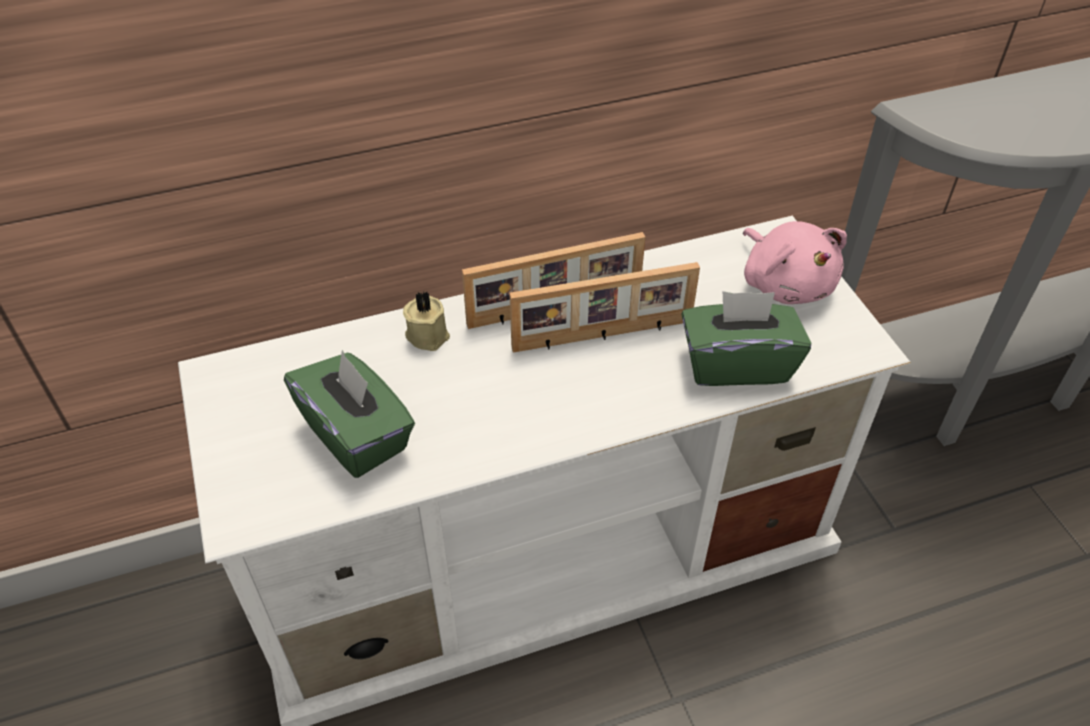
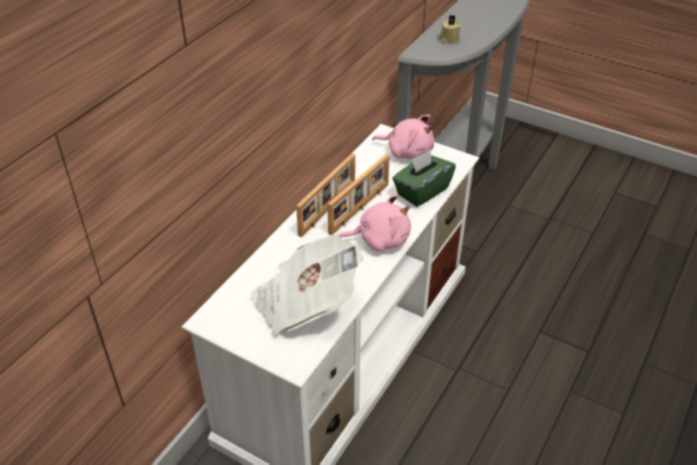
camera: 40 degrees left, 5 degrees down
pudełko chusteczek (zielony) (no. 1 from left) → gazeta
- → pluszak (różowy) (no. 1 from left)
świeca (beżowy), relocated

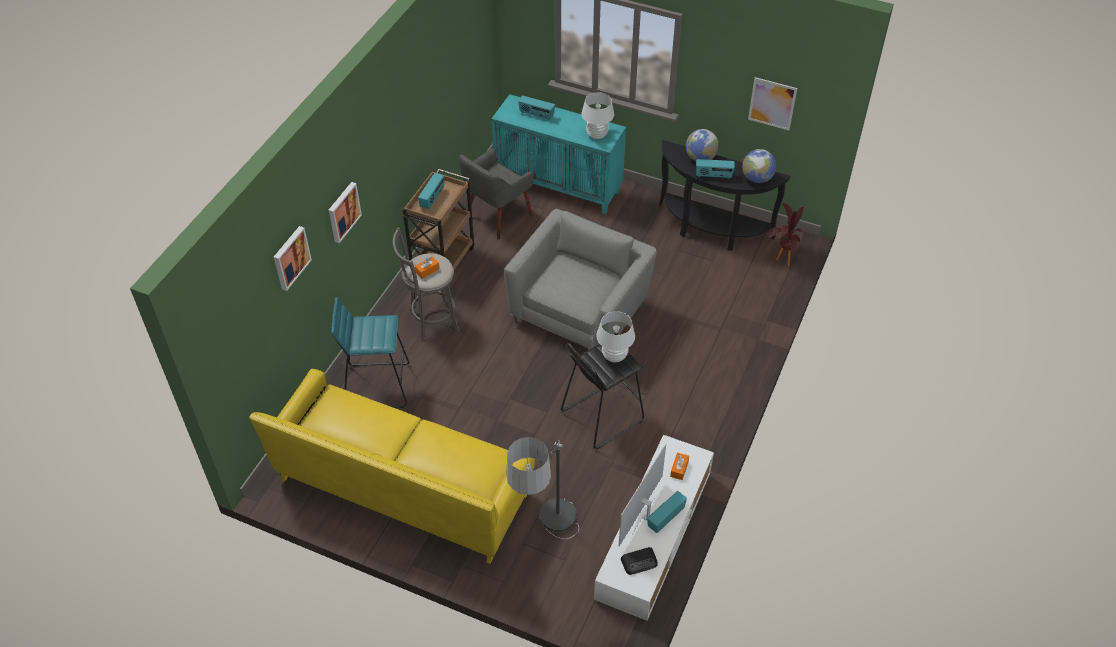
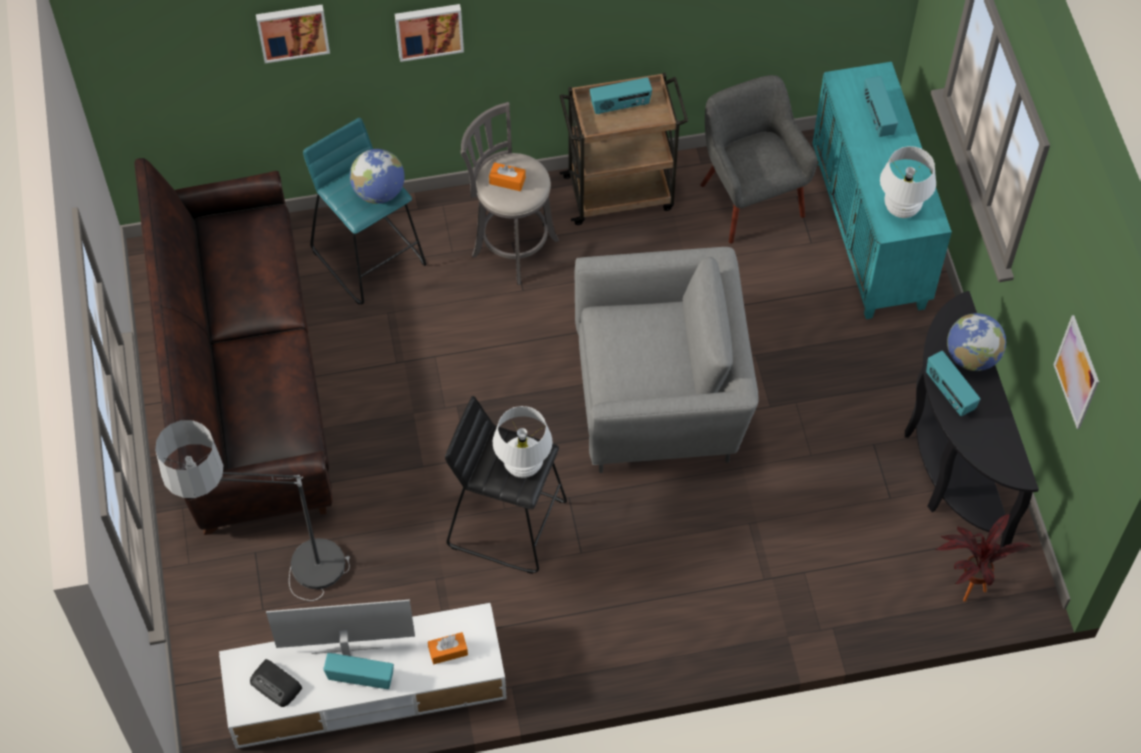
camera: 55 degrees right, 10 degrees up
kanapa (żółty) → kanapa (brązowy)
globus (no. 2 from left in the first image) → globus (no. 1 from left), relocated
fotel (szary) (no. 1 from left in the first image) → fotel (szary) (no. 2 from left), 60 degrees clockwise

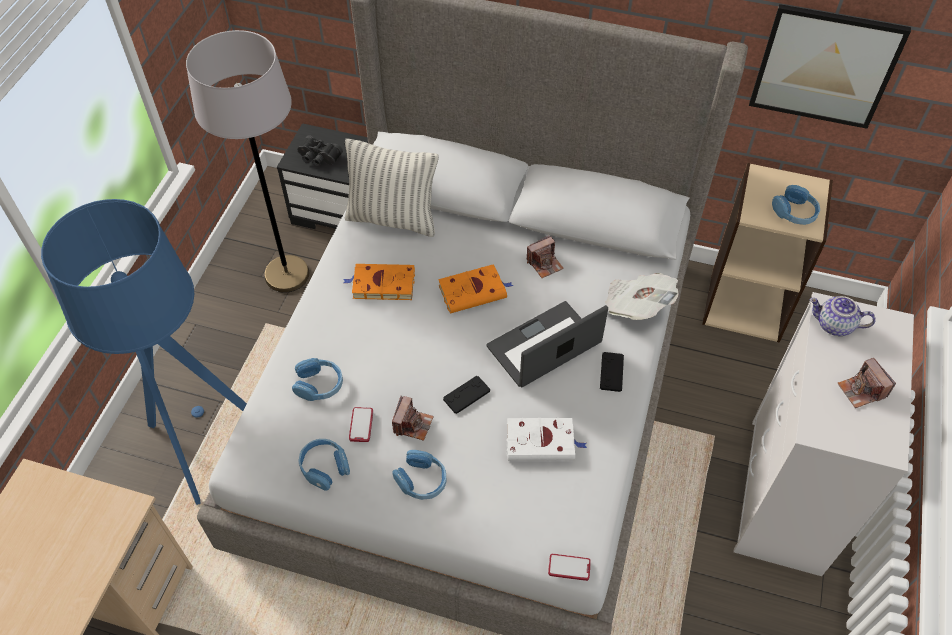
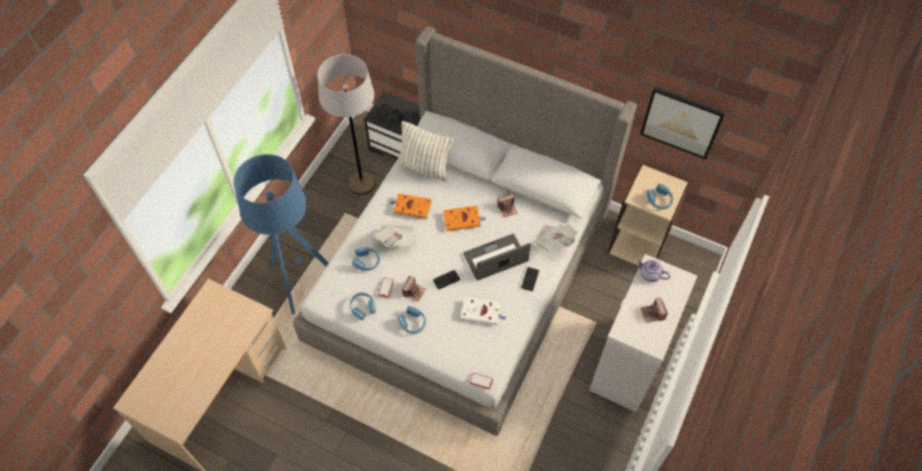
camera: 10 degrees right, 5 degrees up
- → gazeta (no. 1 from left)

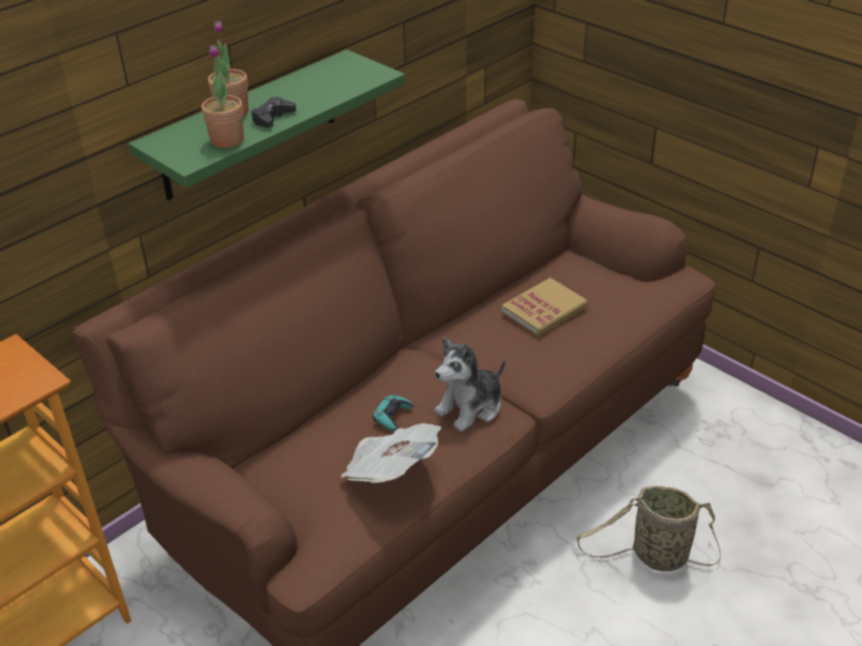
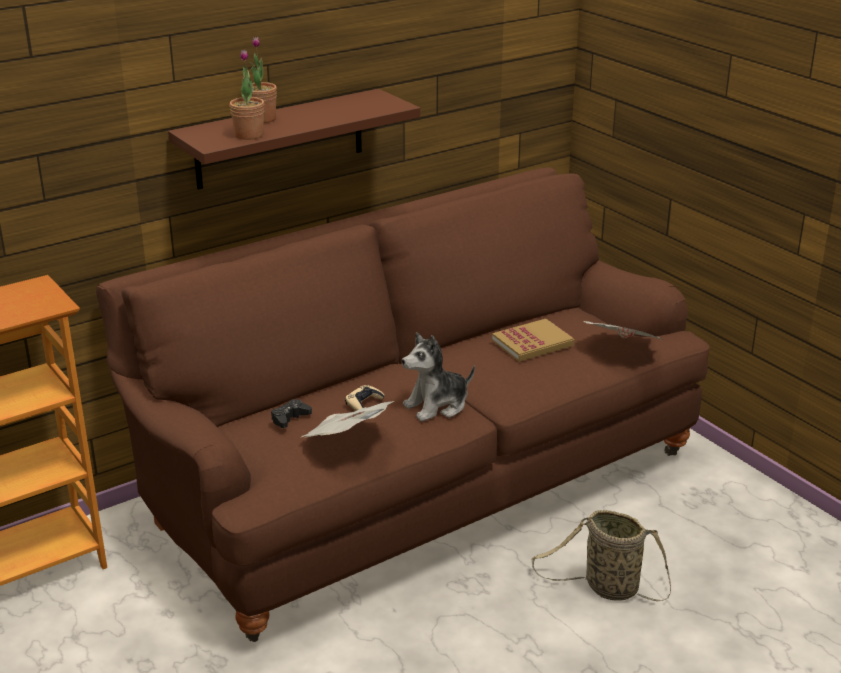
camera: 10 degrees right, 10 degrees down
półka (zielony) → półka (brązowy)
pad do gier (czarny), relocated
pad do gier (turkusowy) → pad do gier (beżowy)
- → gazeta (no. 2 from left)

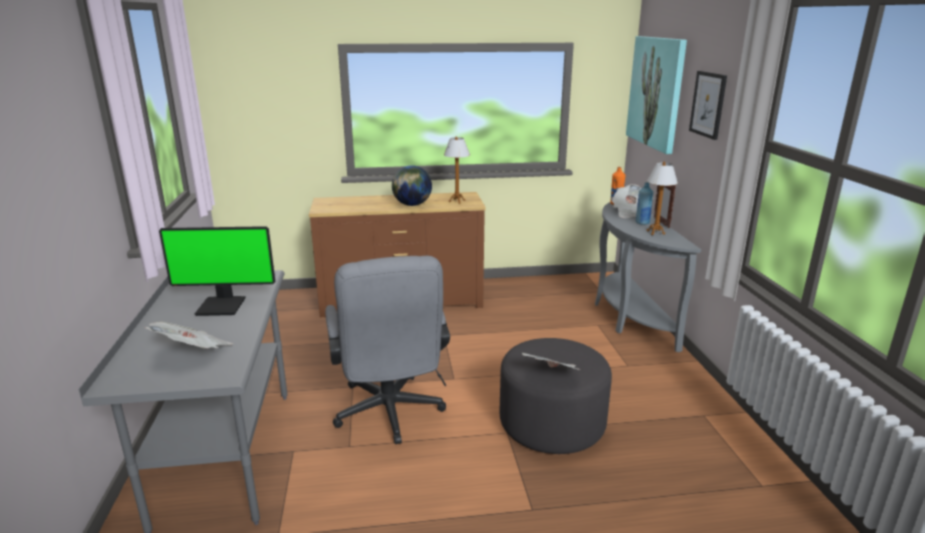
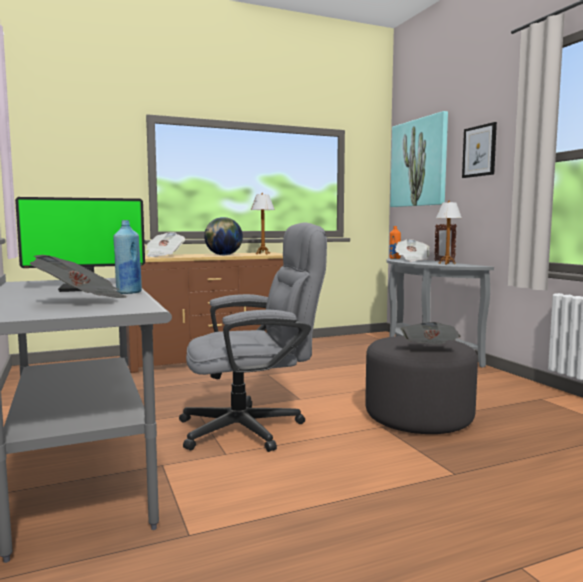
camera: 15 degrees left, 15 degrees down
butelka (niebieski), relocated
- → gazeta (no. 2 from left)
krzesło biurowe (szary), 75 degrees counterclockwise

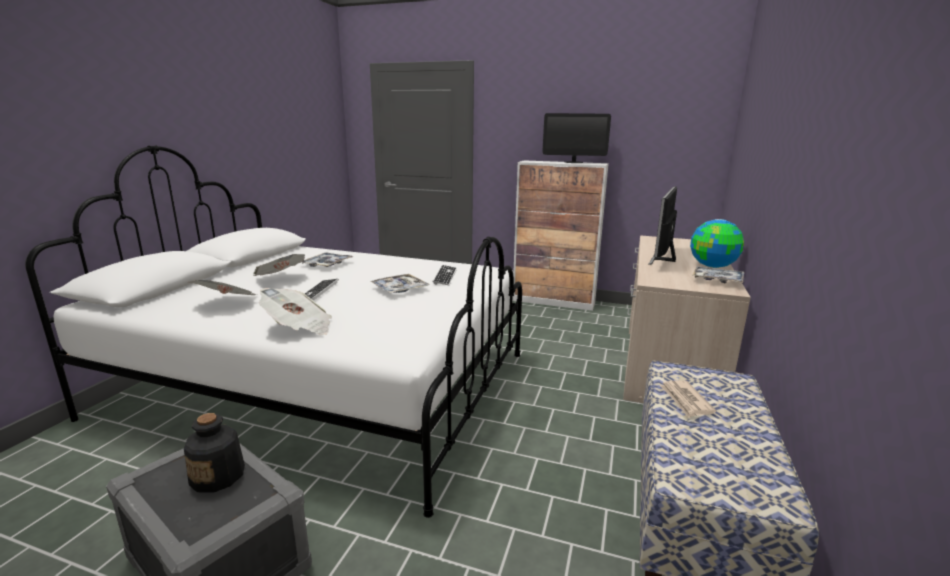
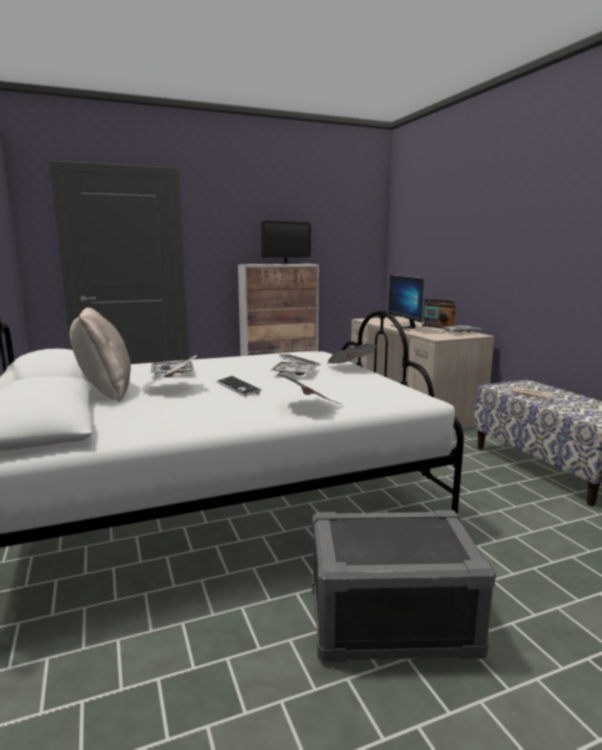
camera: 40 degrees left, 5 degrees down
- → poduszka (beżowy)
gazeta (no. 1 from left in the first image) → gazeta (no. 3 from left), relocated
globus → radio
butelka → -

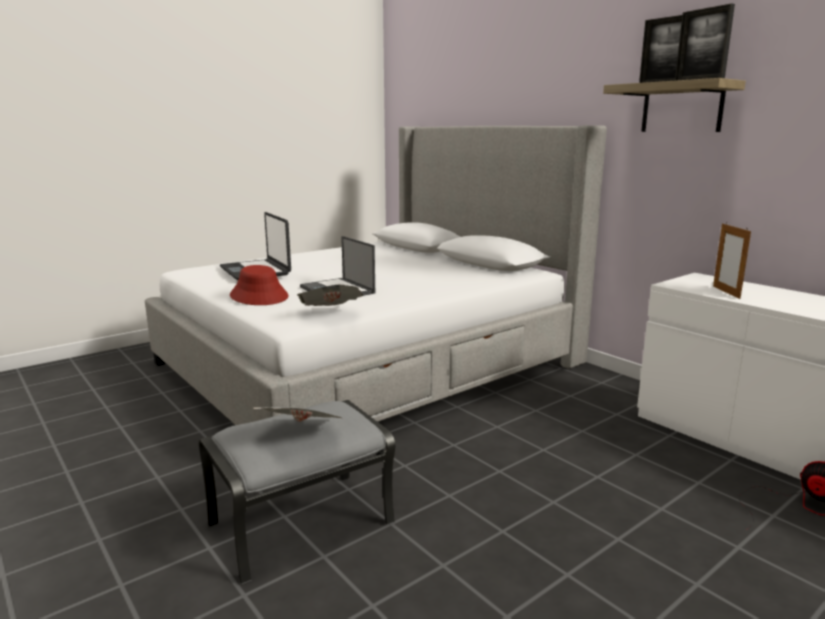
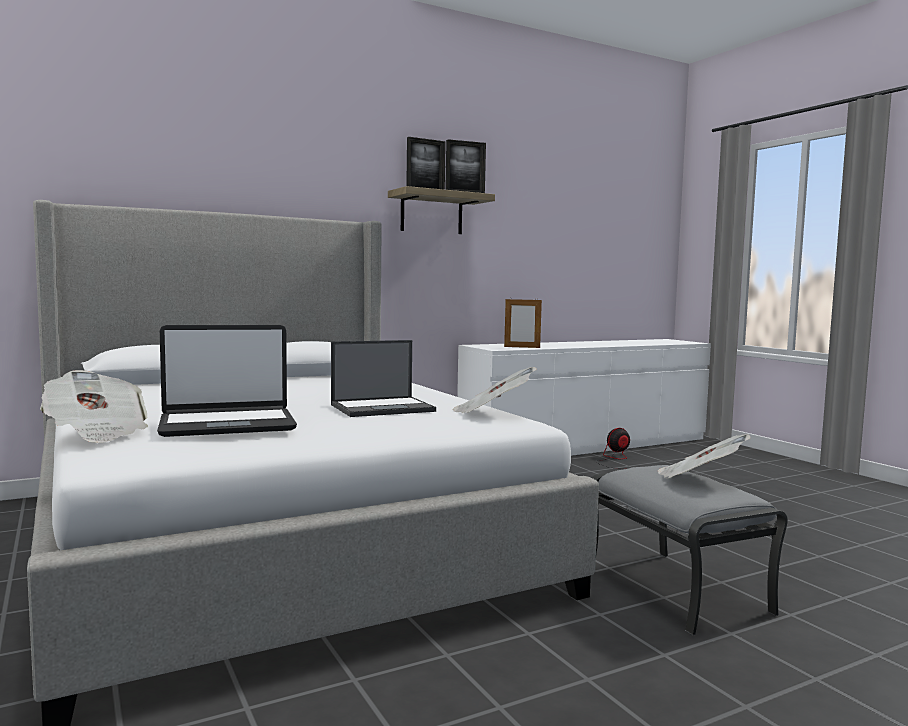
camera: 80 degrees left, 10 degrees down
- → gazeta (no. 1 from left)
kapelusz (czerwony) → -

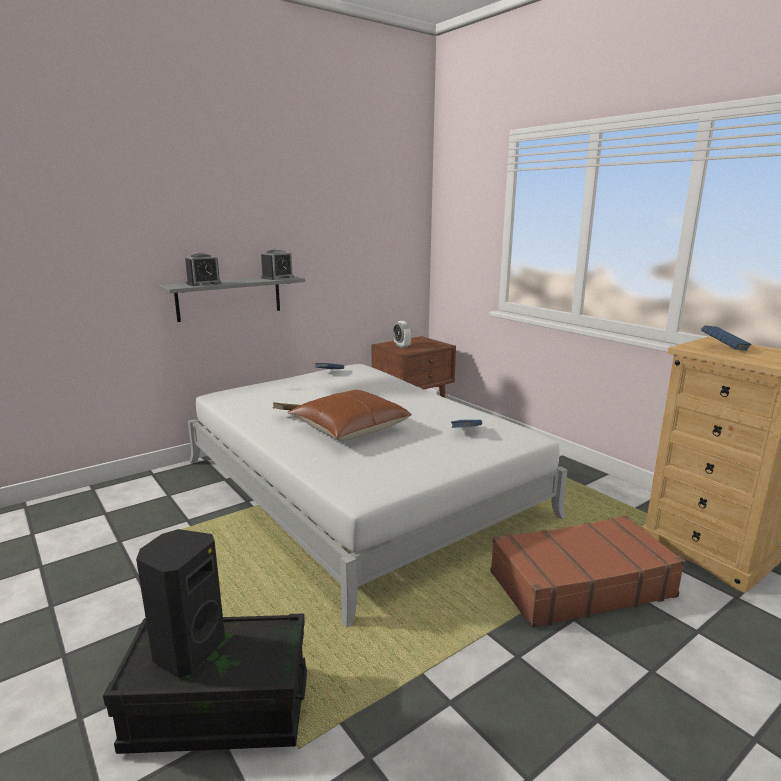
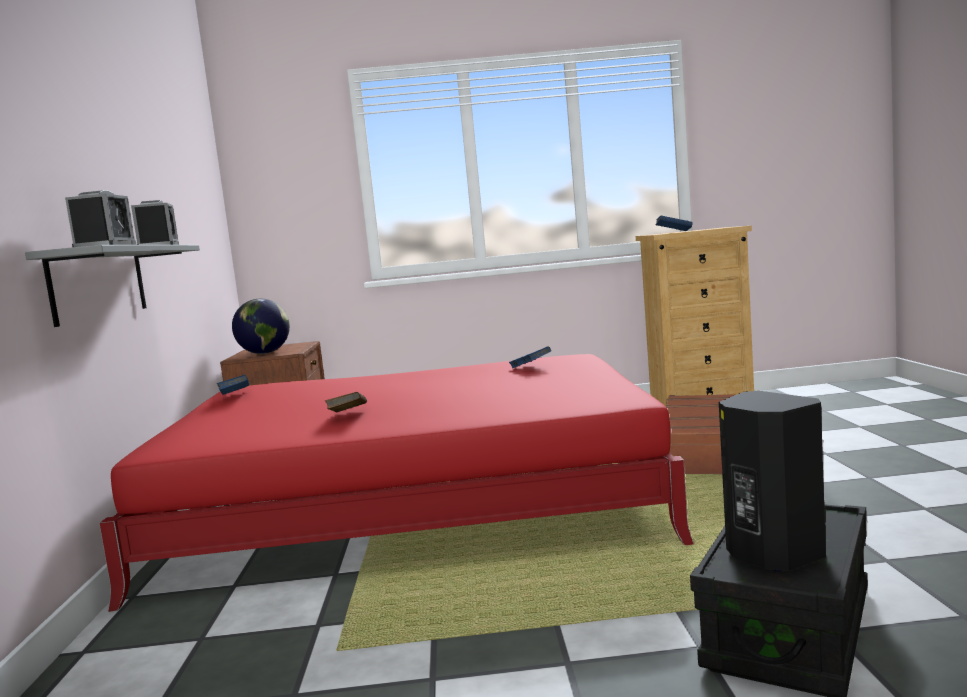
camera: 55 degrees left, 10 degrees down
łóżko (biały) → łóżko (czerwony)
budzik (no. 3 from left) → globus
poduszka (brązowy) → -

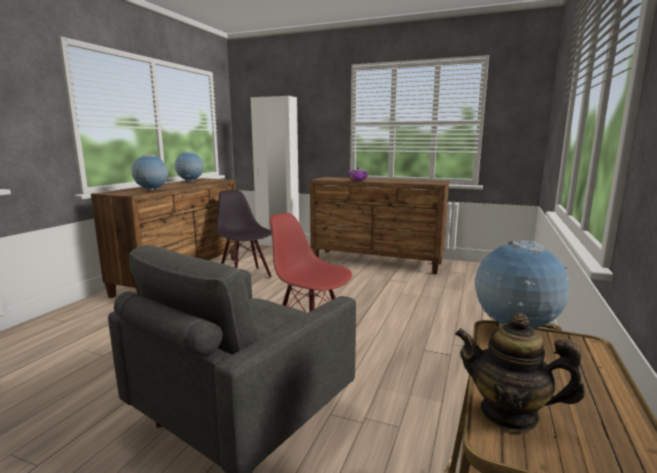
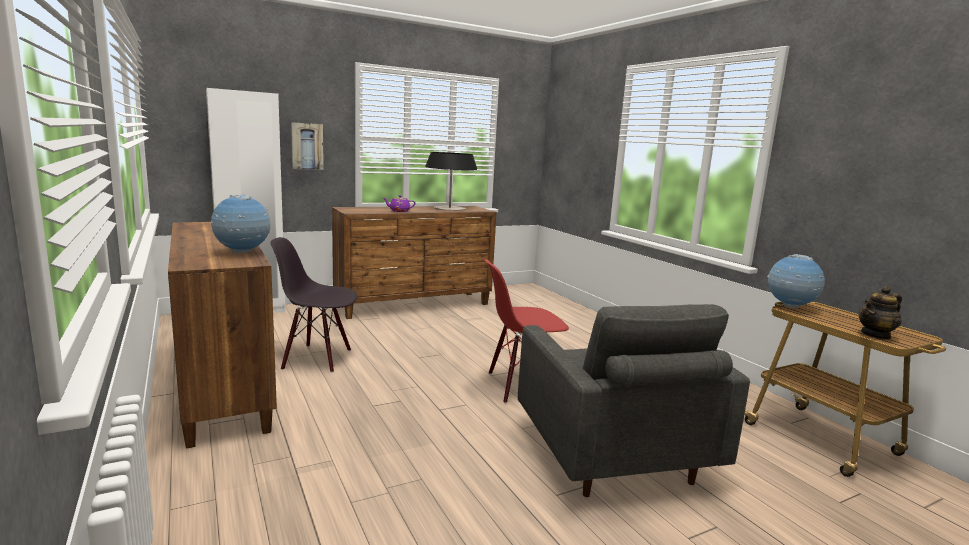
camera: 50 degrees left, 0 degrees up
- → obraz
- → lampa stołowa
globus (no. 2 from left) → -

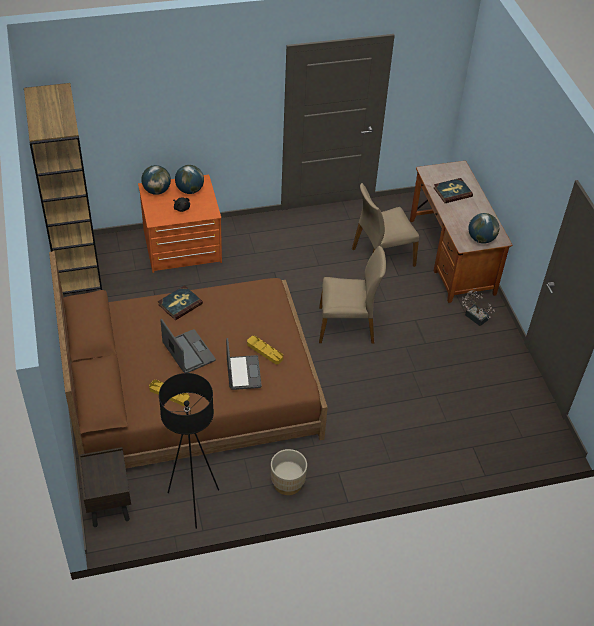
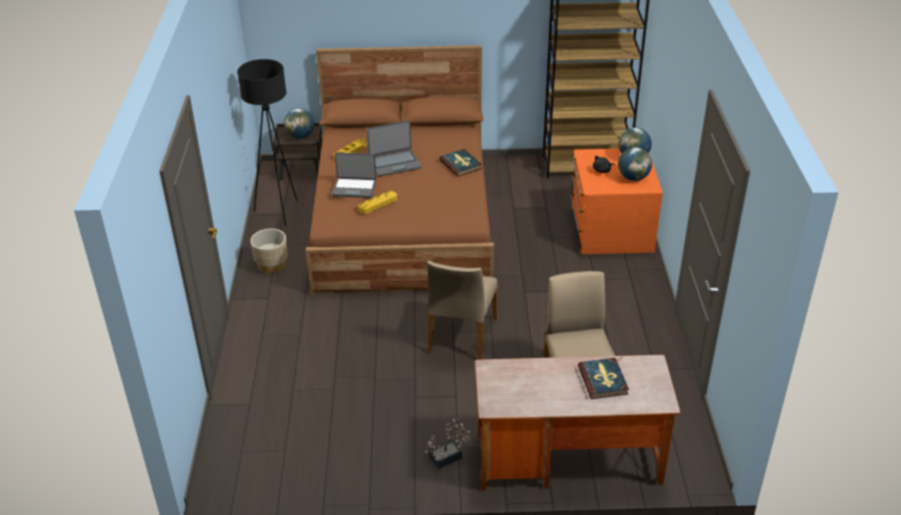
camera: 105 degrees right, 10 degrees down
globus (no. 3 from left in the first image) → globus (no. 1 from left), relocated

